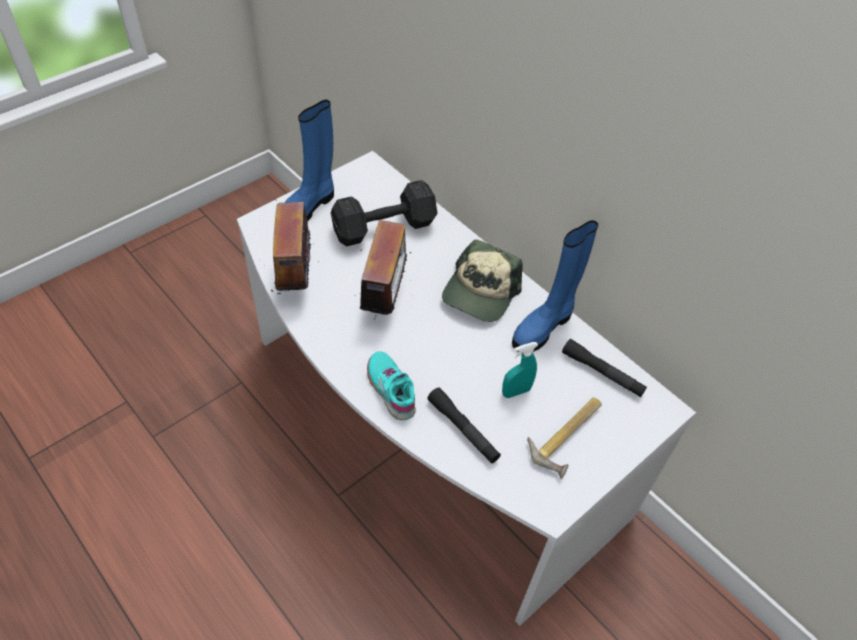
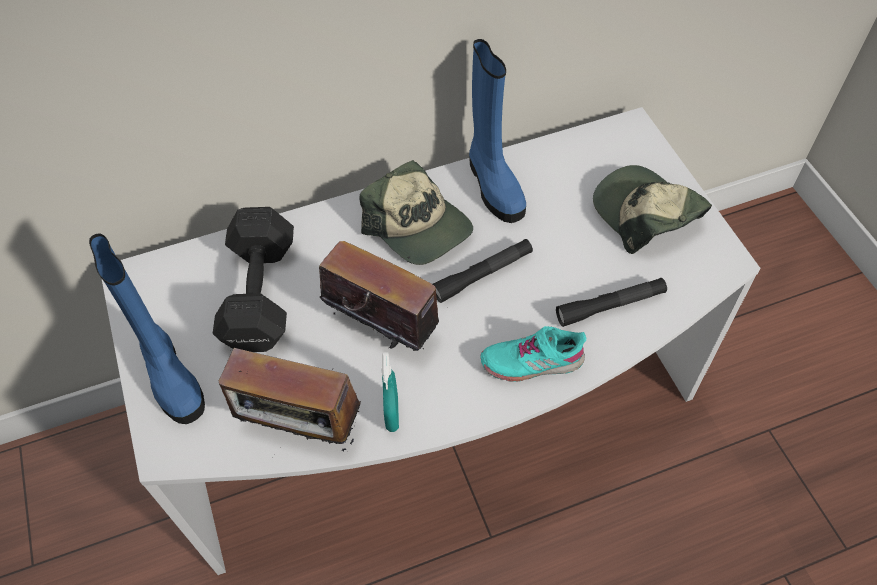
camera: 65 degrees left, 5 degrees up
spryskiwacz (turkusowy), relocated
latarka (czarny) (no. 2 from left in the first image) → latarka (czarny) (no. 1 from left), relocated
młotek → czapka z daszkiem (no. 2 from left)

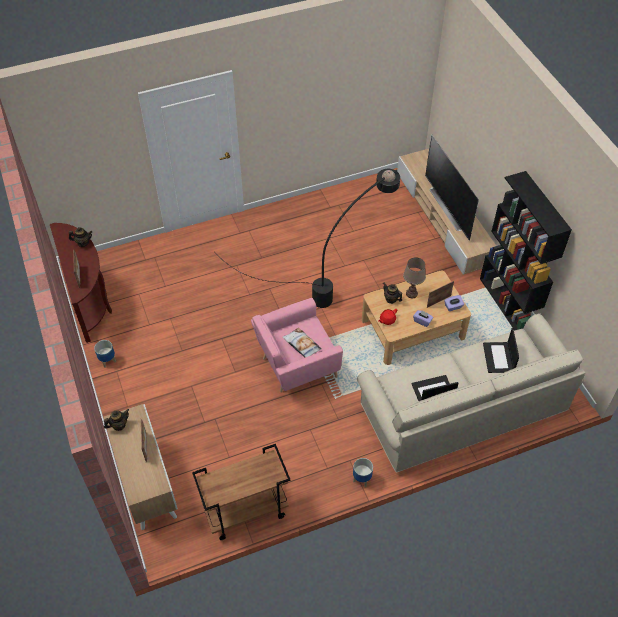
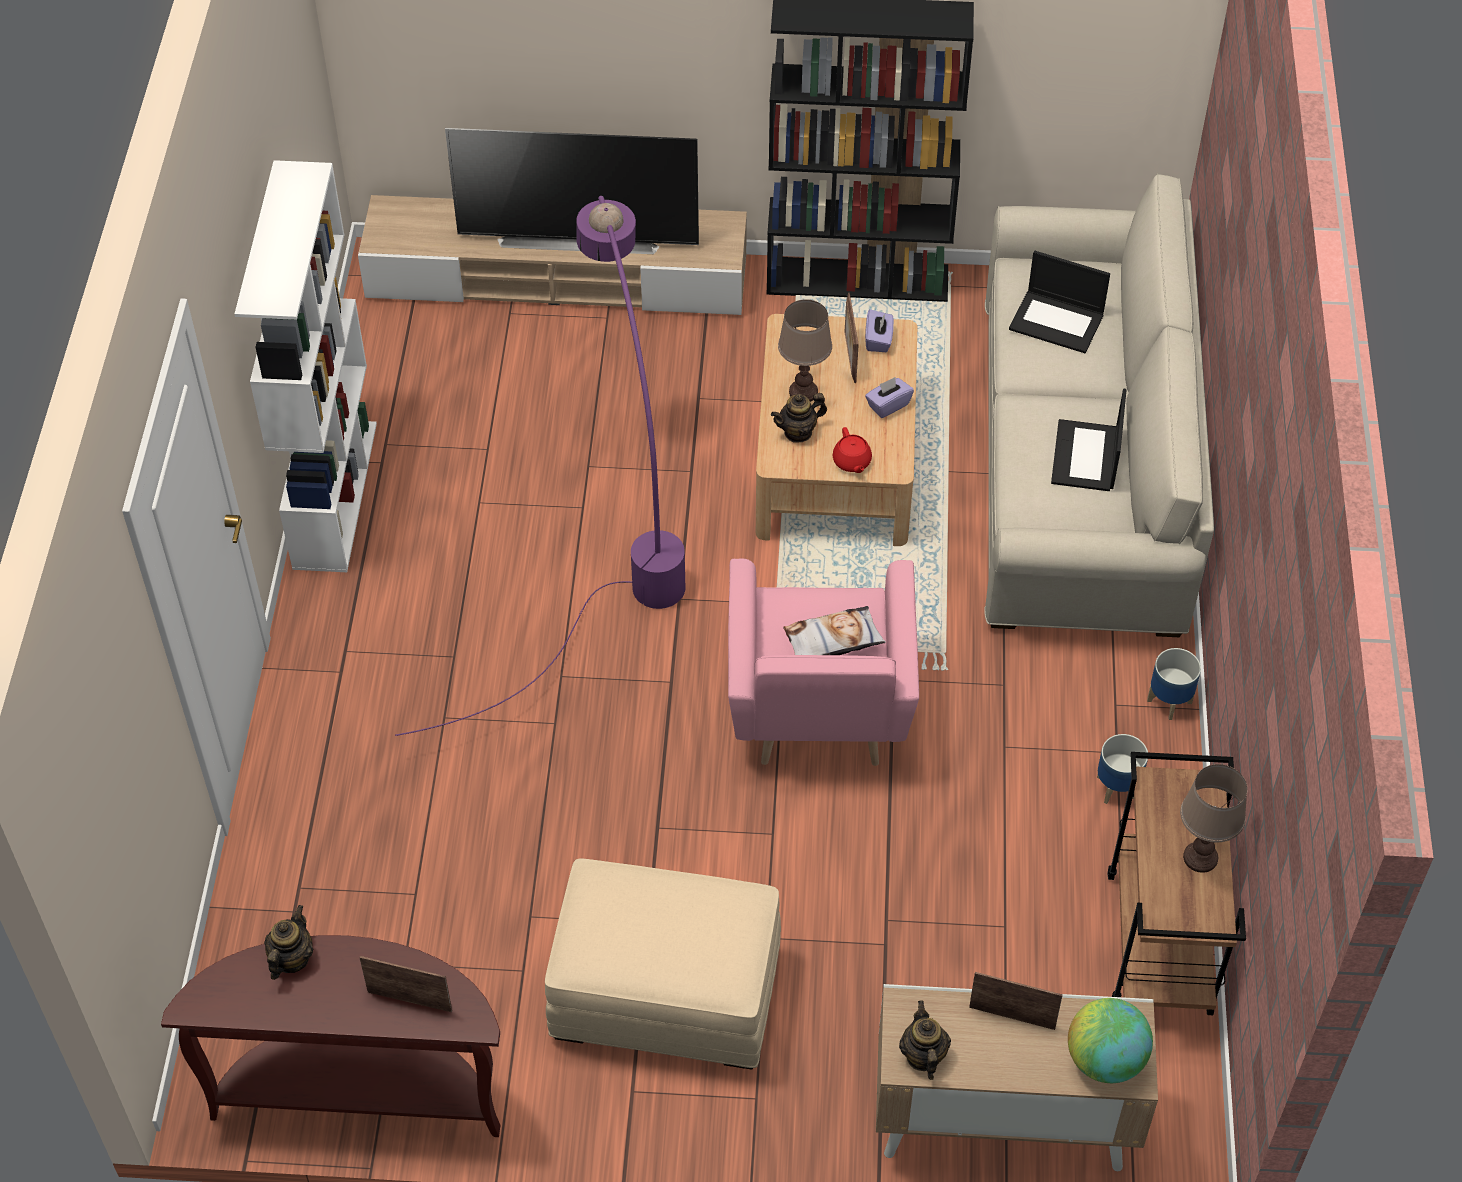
camera: 65 degrees left, 0 degrees up
- → regał (biały)
lampa stojąca (czarny) → lampa stojąca (fioletowy)
- → pufa (beżowy)
- → globus
donica (no. 1 from left), relocated
- → lampa stołowa (brązowy) (no. 2 from left)

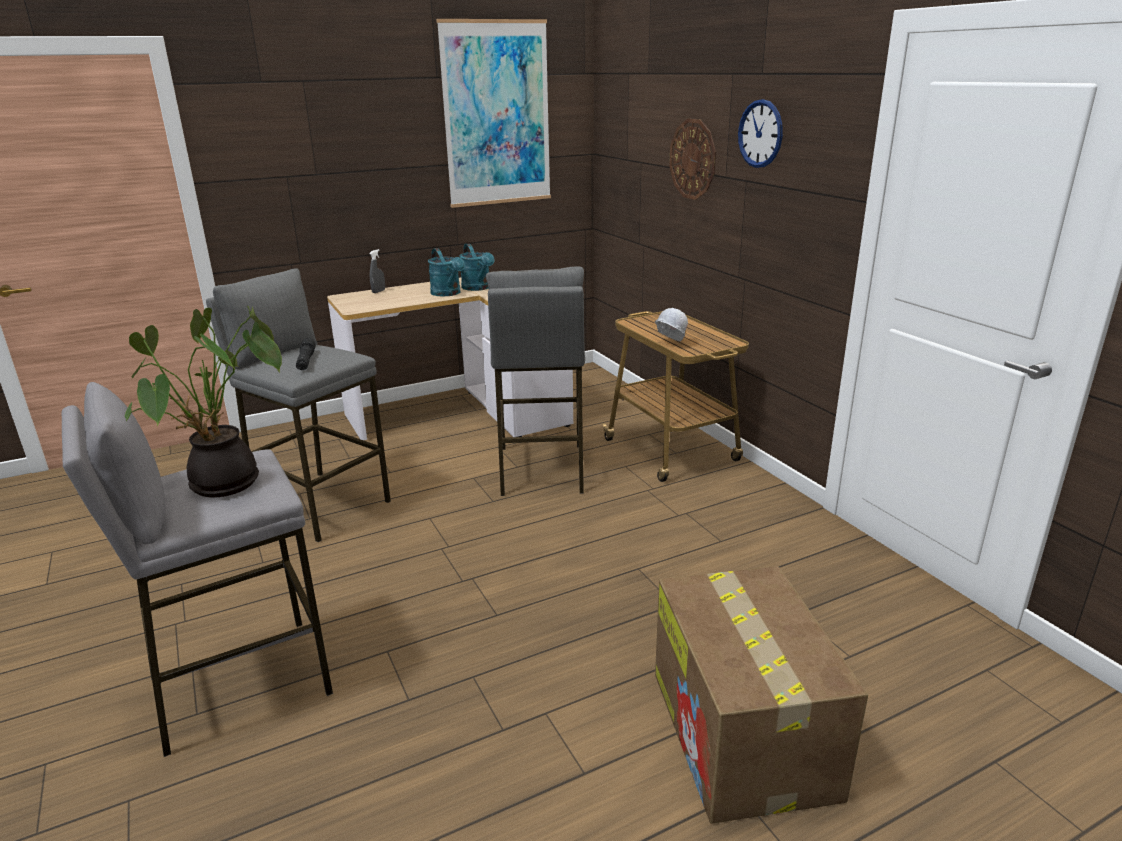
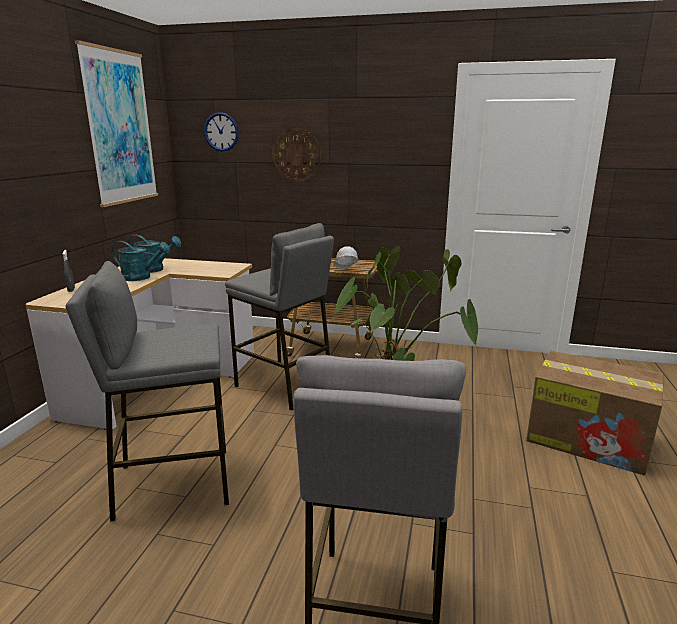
camera: 50 degrees left, 5 degrees down
zegar ścienny (no. 2 from left in the first image) → zegar ścienny (no. 1 from left), relocated
latarka (czarny) → -

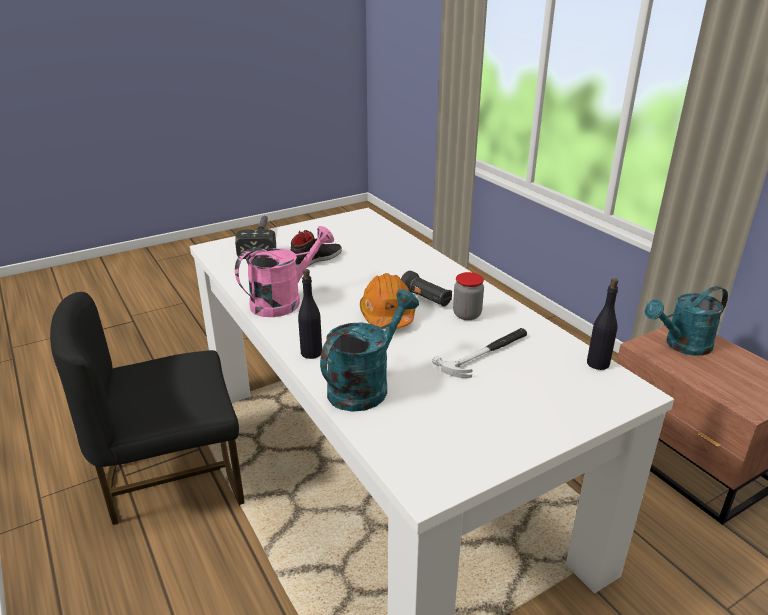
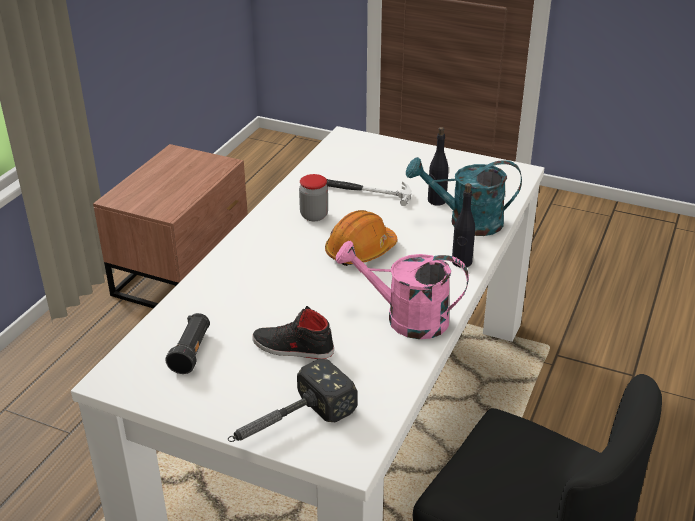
camera: 125 degrees left, 5 degrees up
latarka (czarny), relocated
butelka (czarny) (no. 2 from left in the first image) → butelka (czarny) (no. 1 from left), relocated
konewka (turkusowy) (no. 2 from left) → -

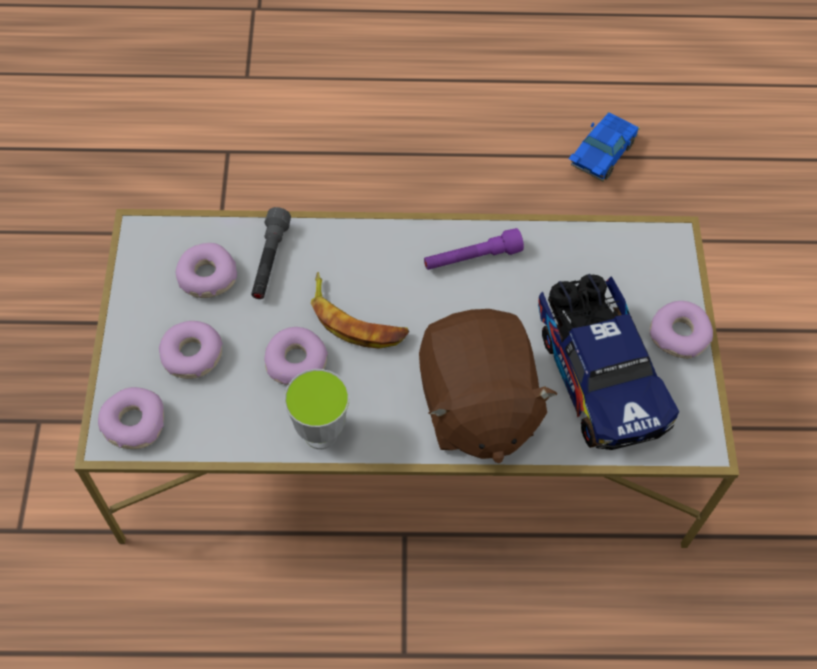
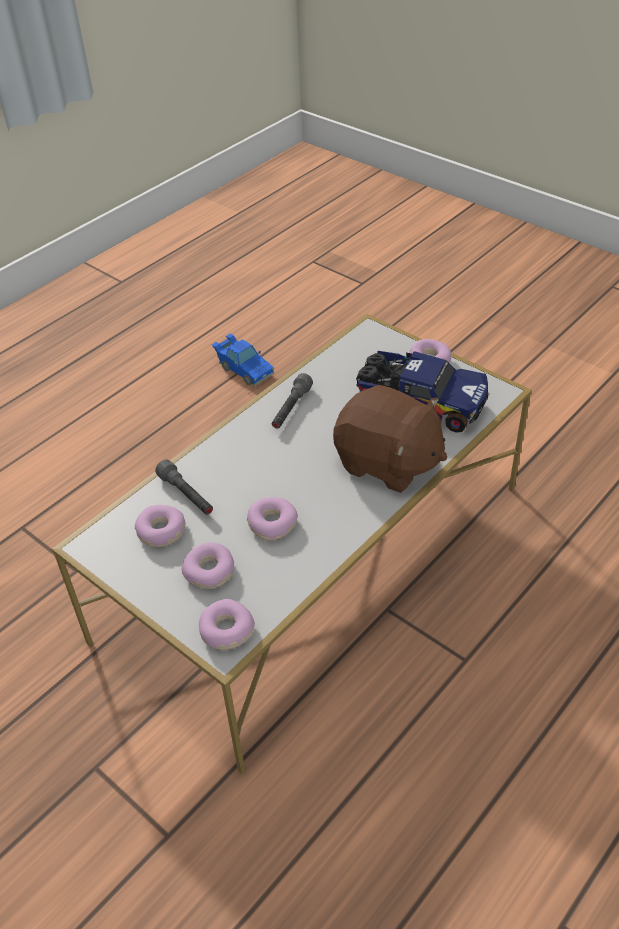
camera: 45 degrees left, 15 degrees down
samochodzik (niebieski), 150 degrees clockwise
latarka (fioletowy) → latarka (szary) (no. 2 from left)
filiżanka → -
banan → -

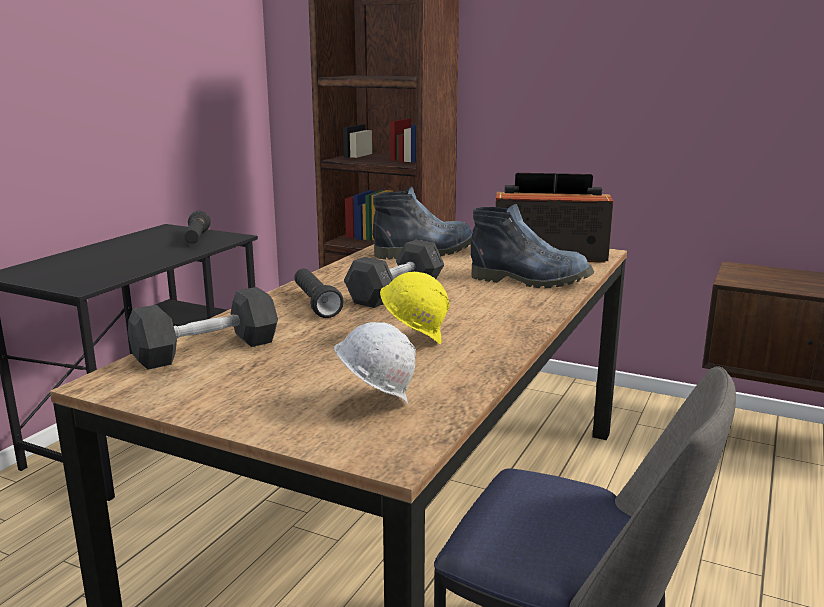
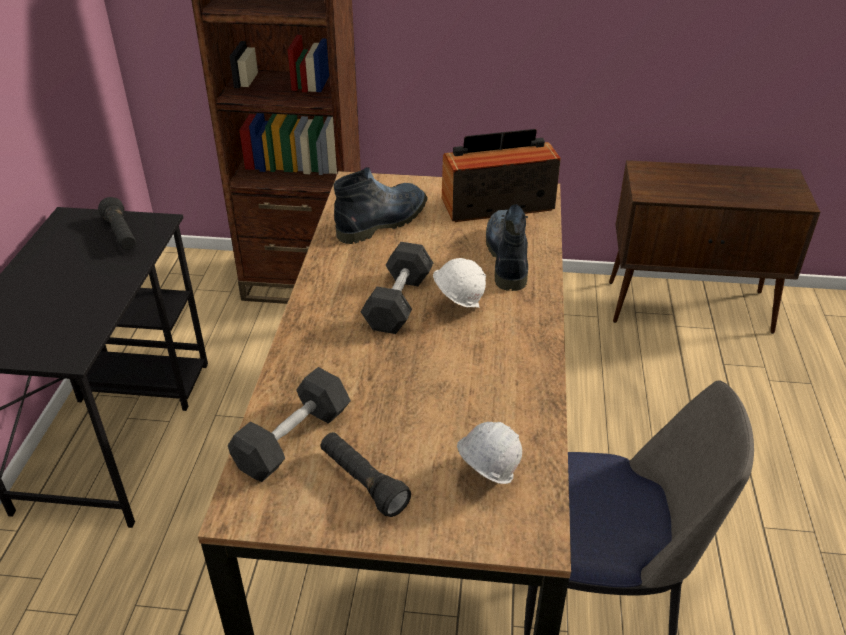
camera: 20 degrees left, 20 degrees up
latarka (czarny) (no. 2 from left), relocated
- → kask (biały) (no. 1 from left)
but z cholewką (no. 2 from left), 90 degrees counterclockwise
kask (żółty) → -

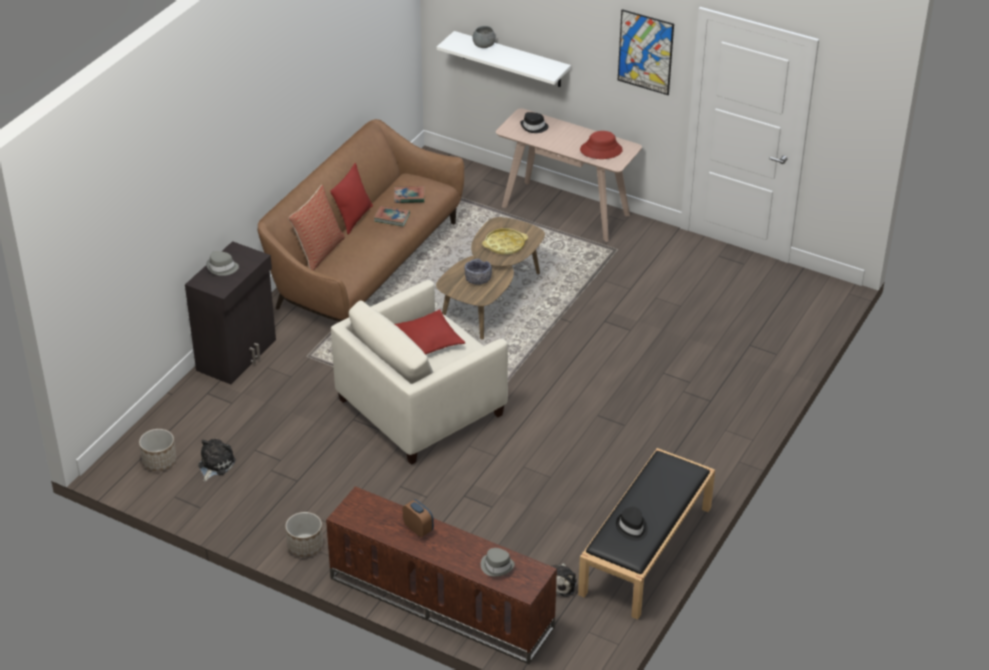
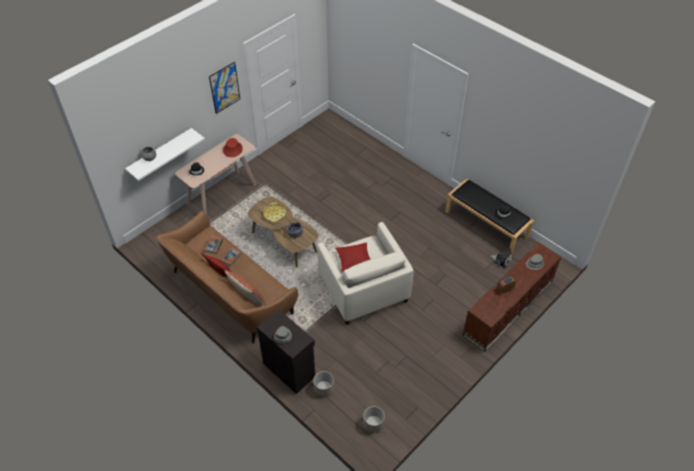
camera: 75 degrees left, 10 degrees up
donica (no. 2 from left in the first image) → donica (no. 1 from left), relocated
pluszak (no. 1 from left) → -

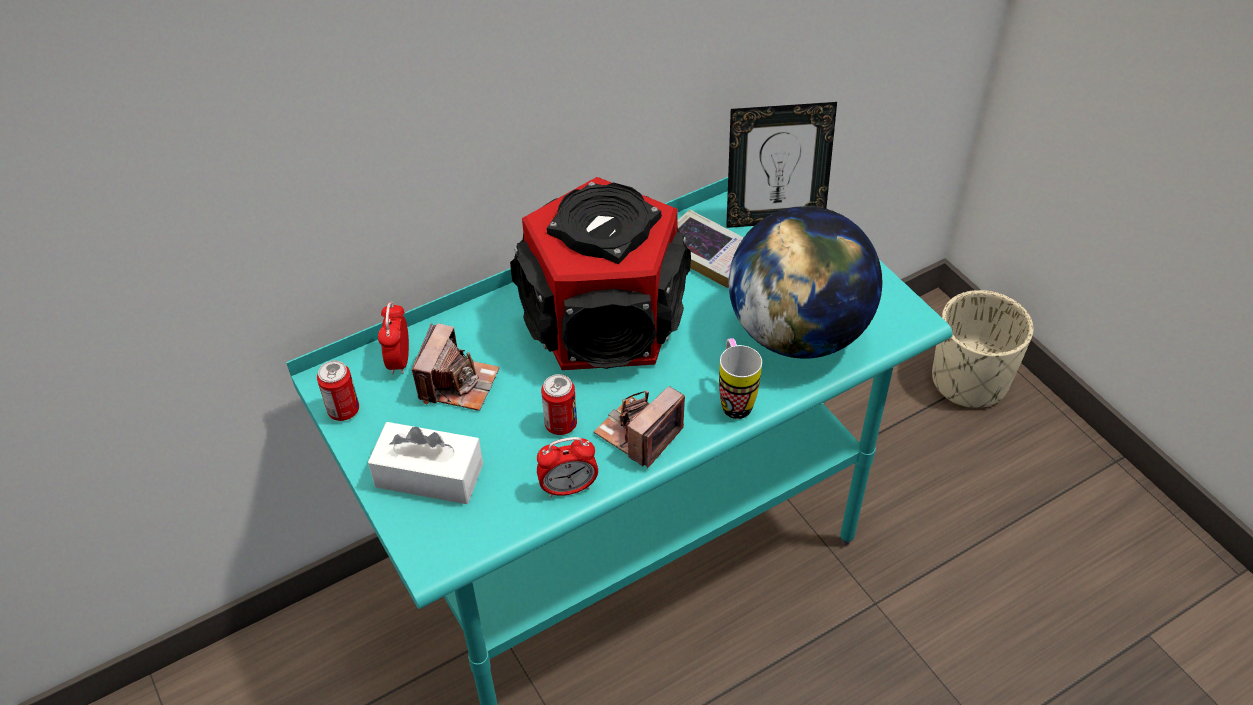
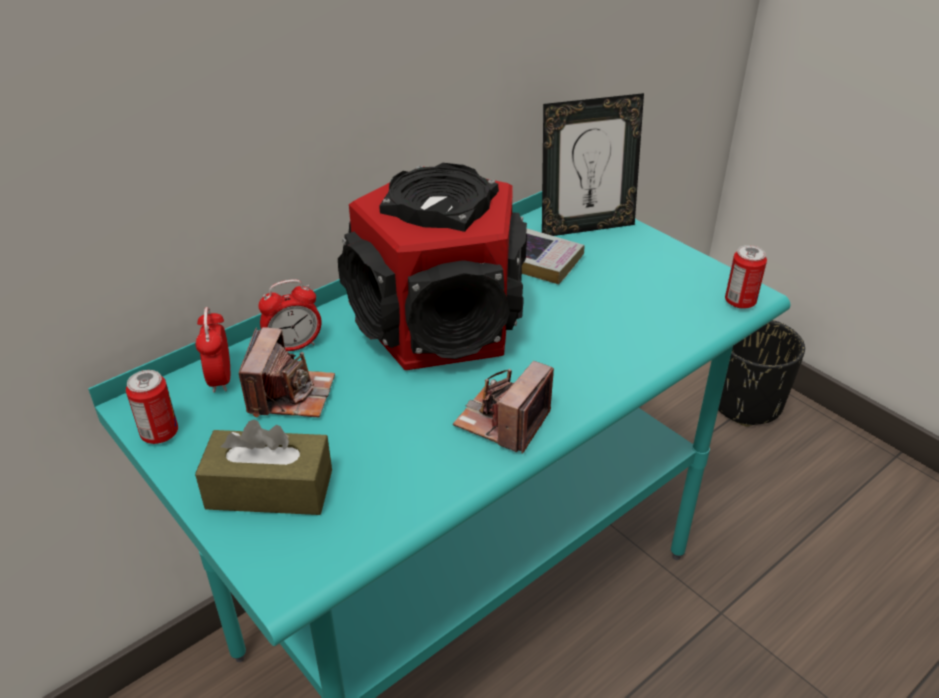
camera: 10 degrees left, 10 degrees down
pudełko chusteczek (biały) → pudełko chusteczek (brązowy)
budzik (no. 2 from left), relocated
donica (beżowy) → donica (czarny)
puszka (no. 2 from left), relocated
kubek → -
globus → -

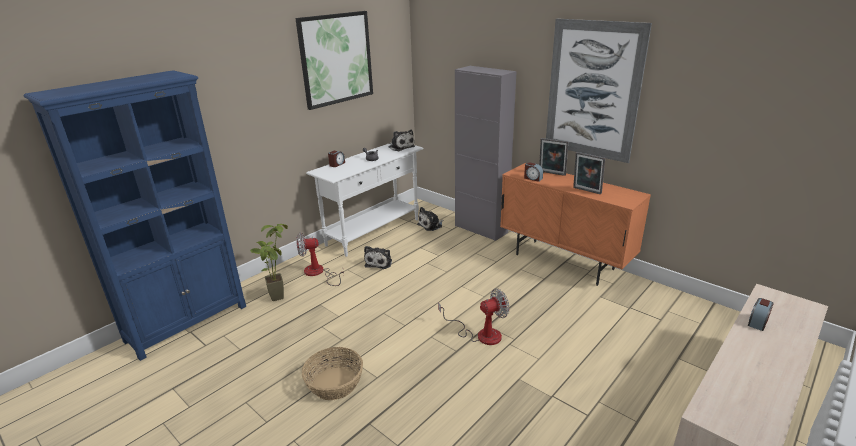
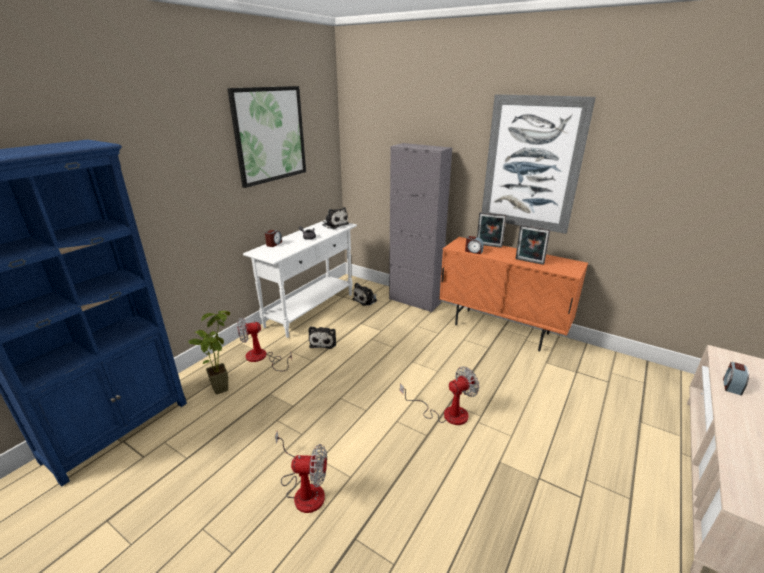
camera: 10 degrees left, 0 degrees up
koszyk → wentylator (no. 2 from left)

